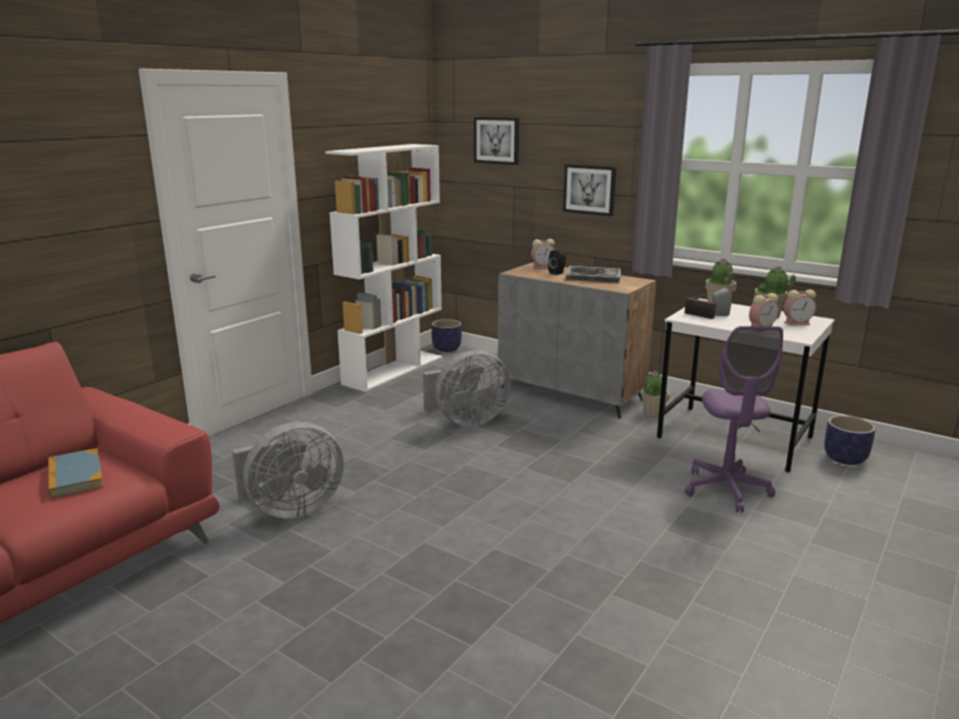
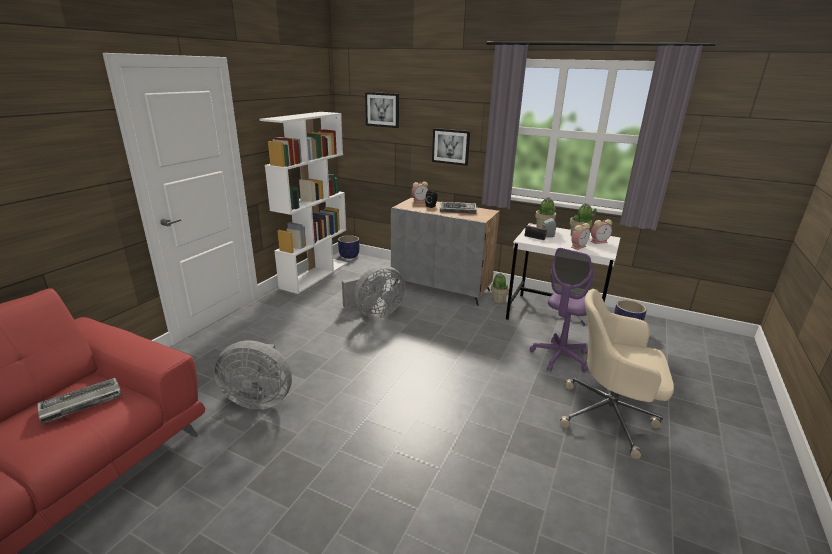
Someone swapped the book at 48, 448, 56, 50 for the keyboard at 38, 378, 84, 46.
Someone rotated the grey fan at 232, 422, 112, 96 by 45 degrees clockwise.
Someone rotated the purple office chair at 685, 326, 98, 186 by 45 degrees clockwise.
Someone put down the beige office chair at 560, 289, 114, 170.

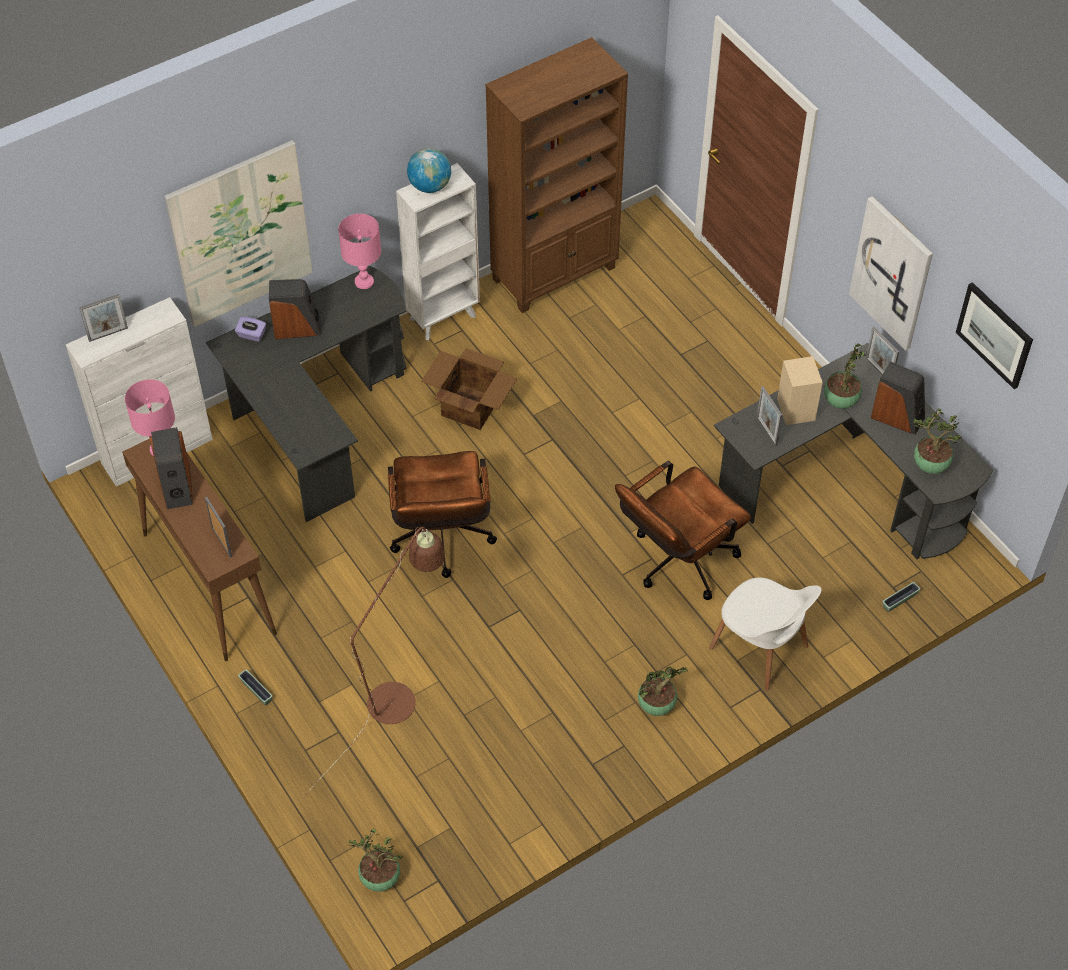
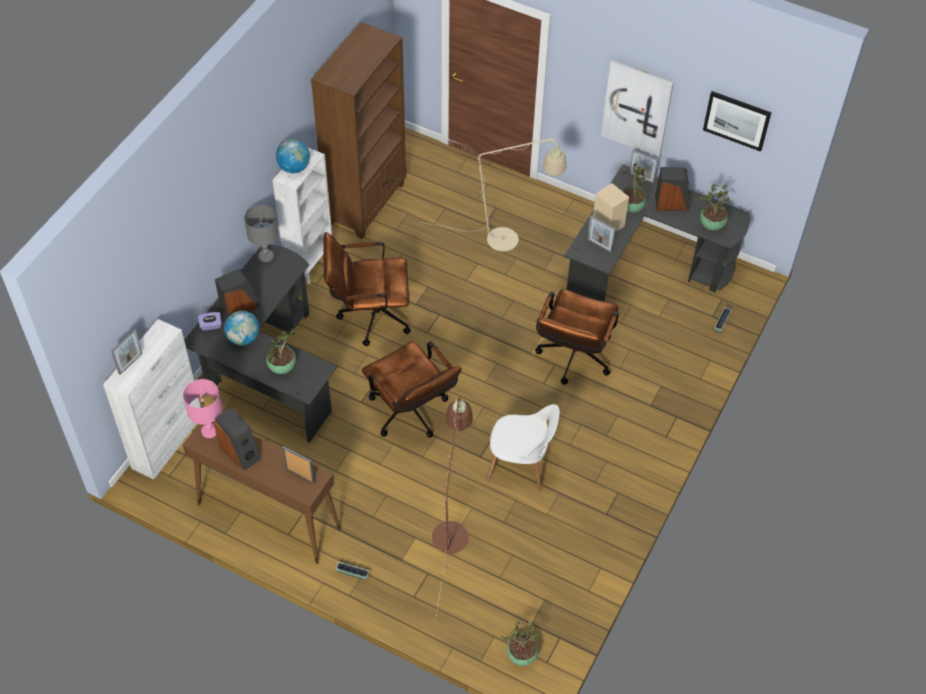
Someone put down the globe at 224, 311, 36, 35.
Someone repainted the pink table lamp at 338, 214, 43, 75, which became the grey table lamp at 244, 205, 34, 57.
Someone carried the potted plant from 638, 666, 50, 50 to 266, 328, 31, 46.
Someone swapped the cardboard box at 421, 348, 96, 82 for the brown office chair at 323, 232, 88, 114.
Someone put down the beige floor lamp at 421, 137, 146, 114.
Someone carried the white chair from 709, 578, 113, 113 to 486, 404, 74, 88.
Someone took away the picture at 164, 140, 149, 187.

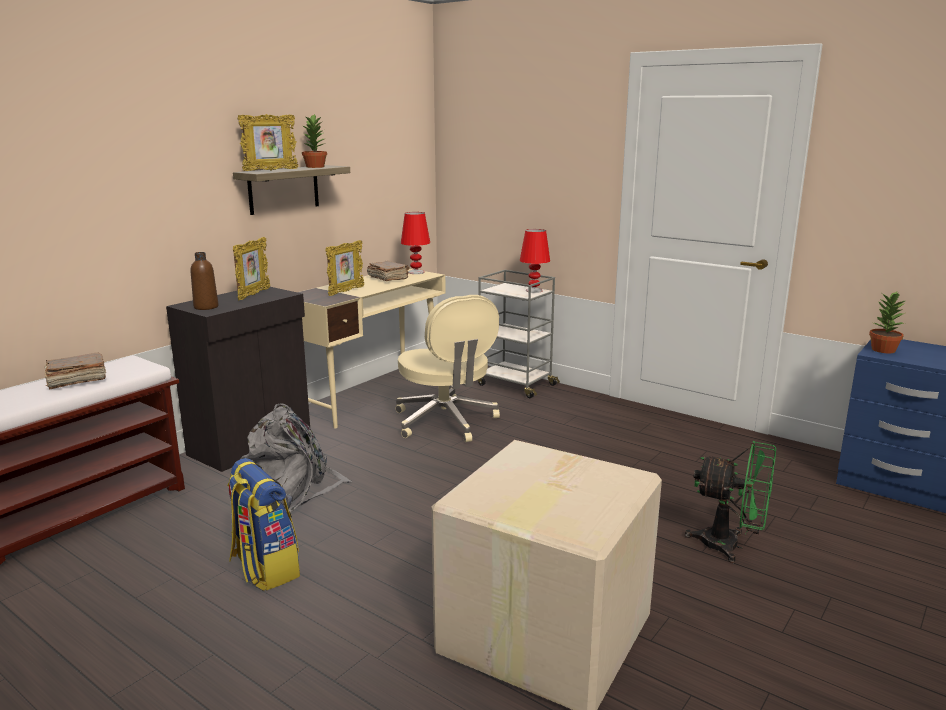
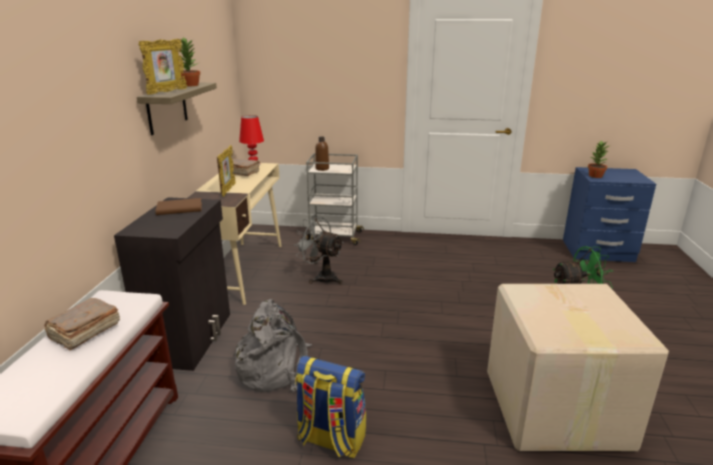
Someone swapped the picture frame at 233, 237, 37, 63 for the brown book at 155, 198, 47, 17.
Someone swapped the beige office chair at 395, 295, 105, 147 for the grey fan at 293, 216, 51, 68.
Someone carried the brown bottle from 191, 252, 28, 58 to 315, 137, 14, 34.
Someone took away the red table lamp at 520, 229, 30, 64.

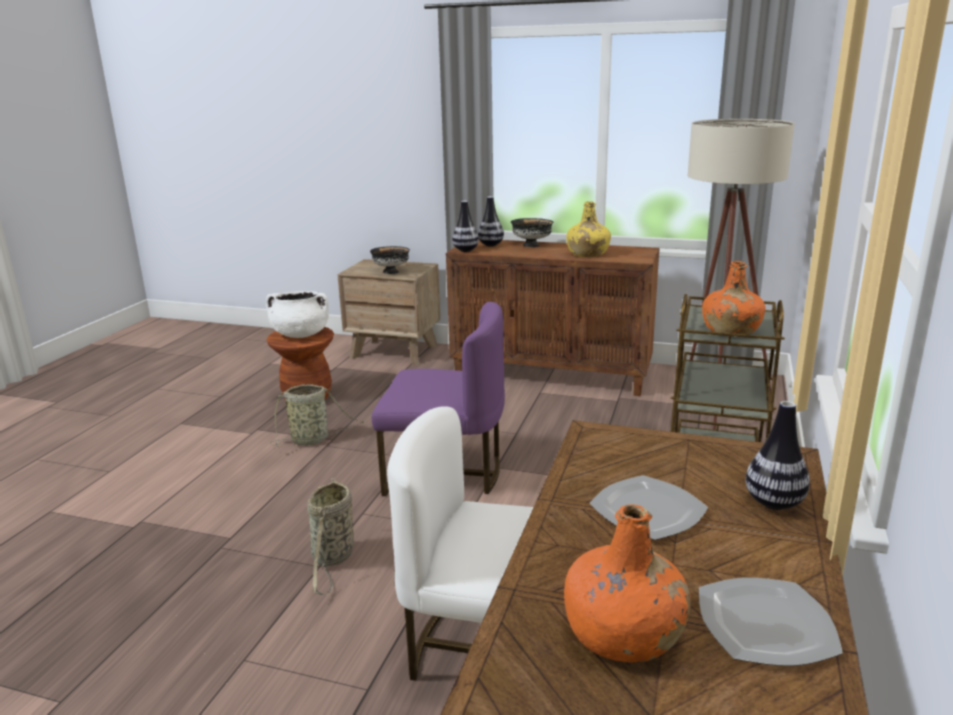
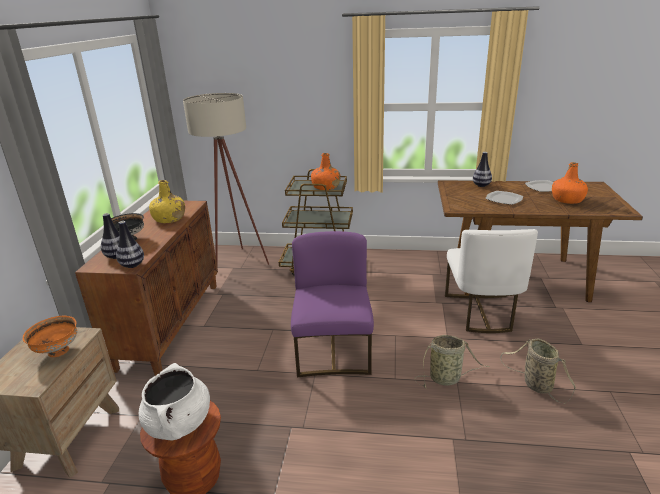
Someone repainted the black bowl at 370, 246, 40, 28, which became the orange bowl at 23, 316, 54, 41.
Someone carried the basket from 270, 384, 94, 63 to 500, 338, 76, 65.

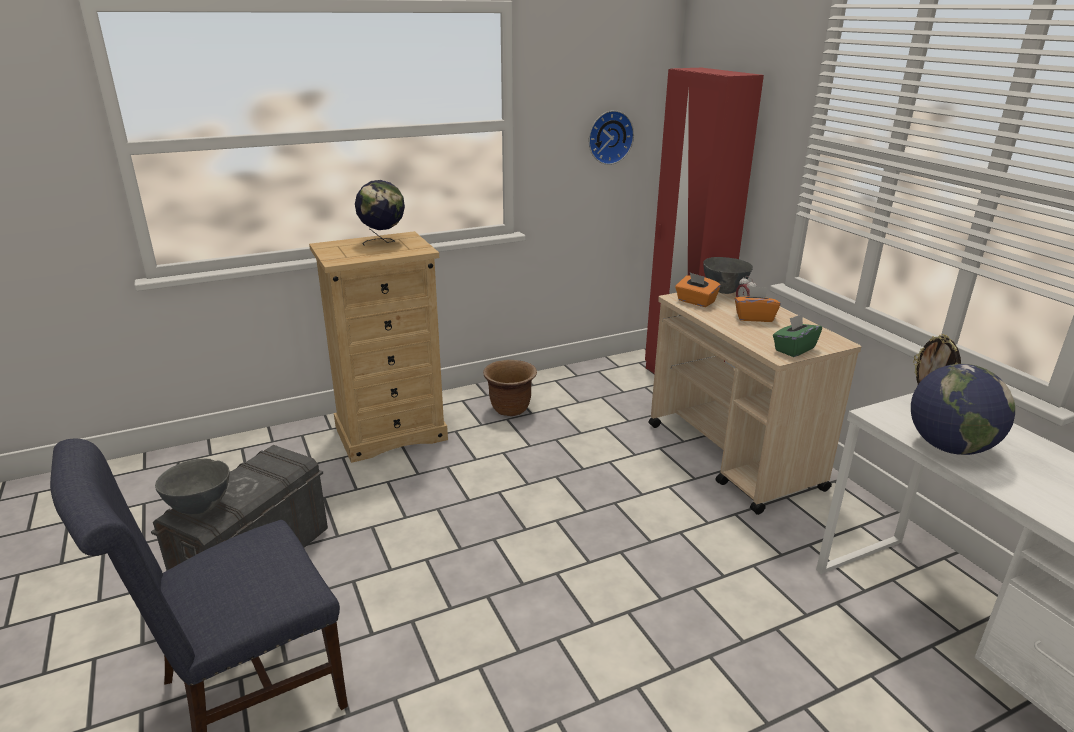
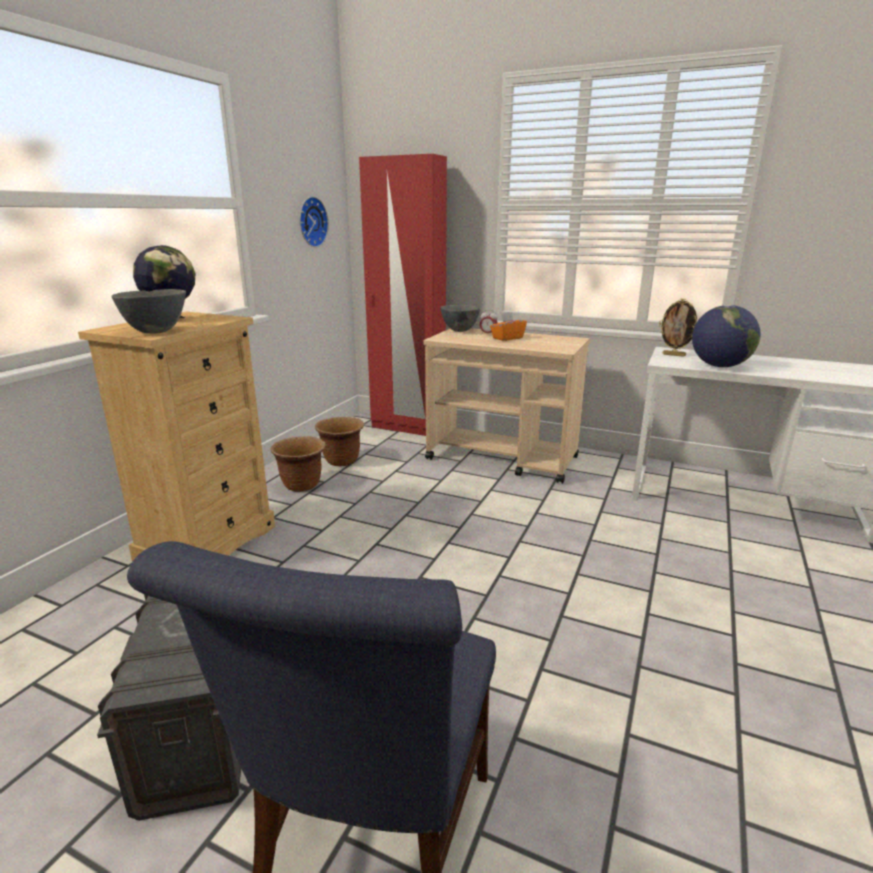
Someone carried the grey bowl from 155, 459, 75, 56 to 111, 289, 75, 44.
Someone put down the brown planter at 315, 417, 49, 49.
Someone took away the orange tissue box at 675, 273, 46, 34.
Someone took away the green tissue box at 773, 314, 49, 43.

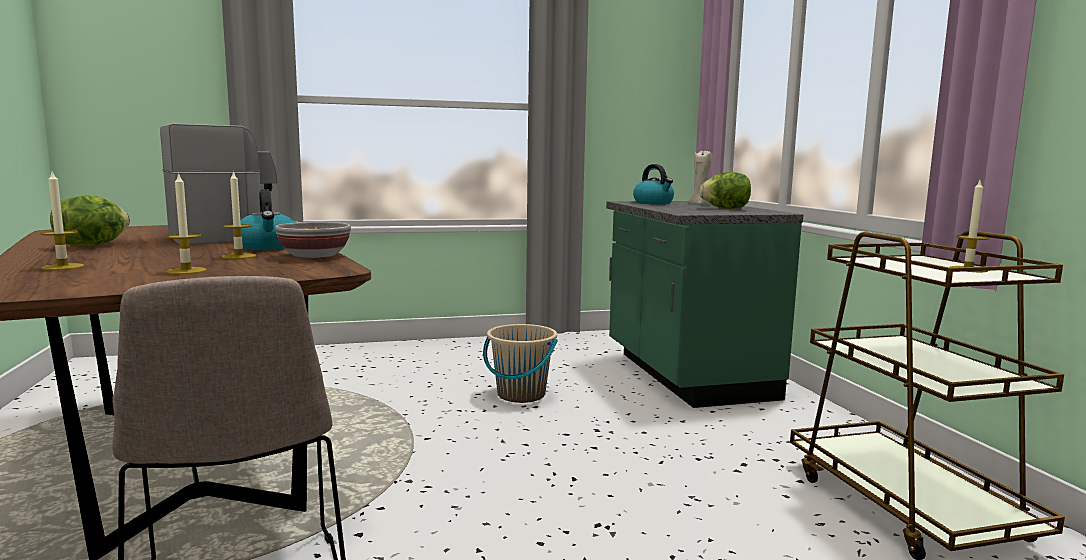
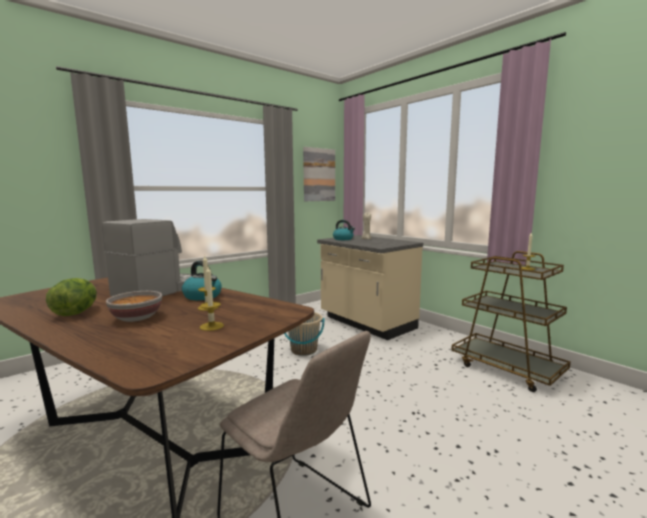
Someone carried the bowl from 275, 222, 76, 36 to 106, 291, 56, 31.
Someone put up the picture at 303, 147, 32, 54.
Someone repainted the green counter at 606, 201, 197, 207, which became the beige counter at 317, 235, 106, 105.
Someone took away the candle at 40, 171, 44, 99.
Someone took away the lettuce at 699, 172, 52, 37.

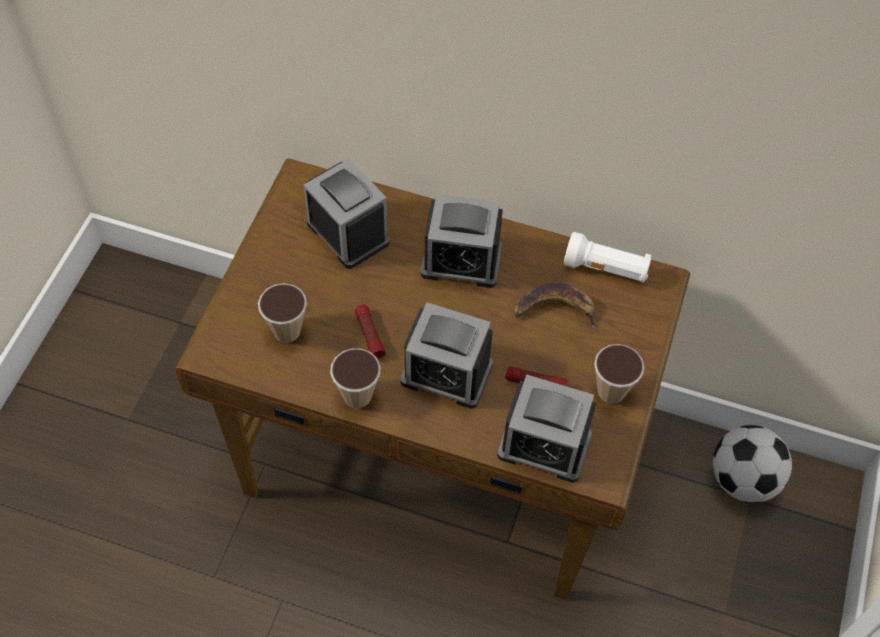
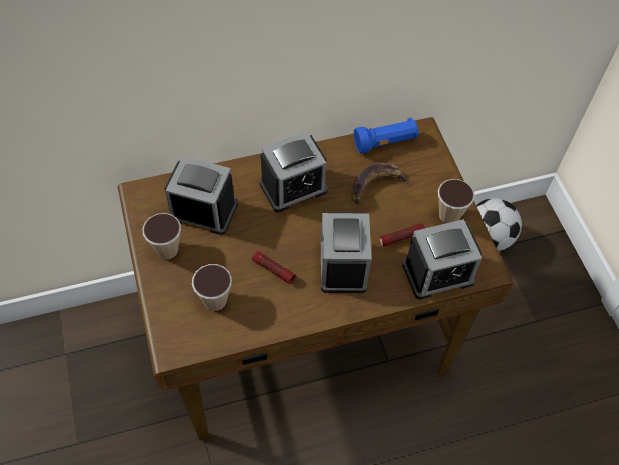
Someone carried the cup from 330, 348, 51, 60 to 142, 213, 39, 47.
Someone rotated the alarm clock at 400, 302, 93, 107 by 105 degrees clockwise.
Someone repainted the white flashlight at 564, 232, 87, 51, which became the blue flashlight at 354, 118, 65, 36.

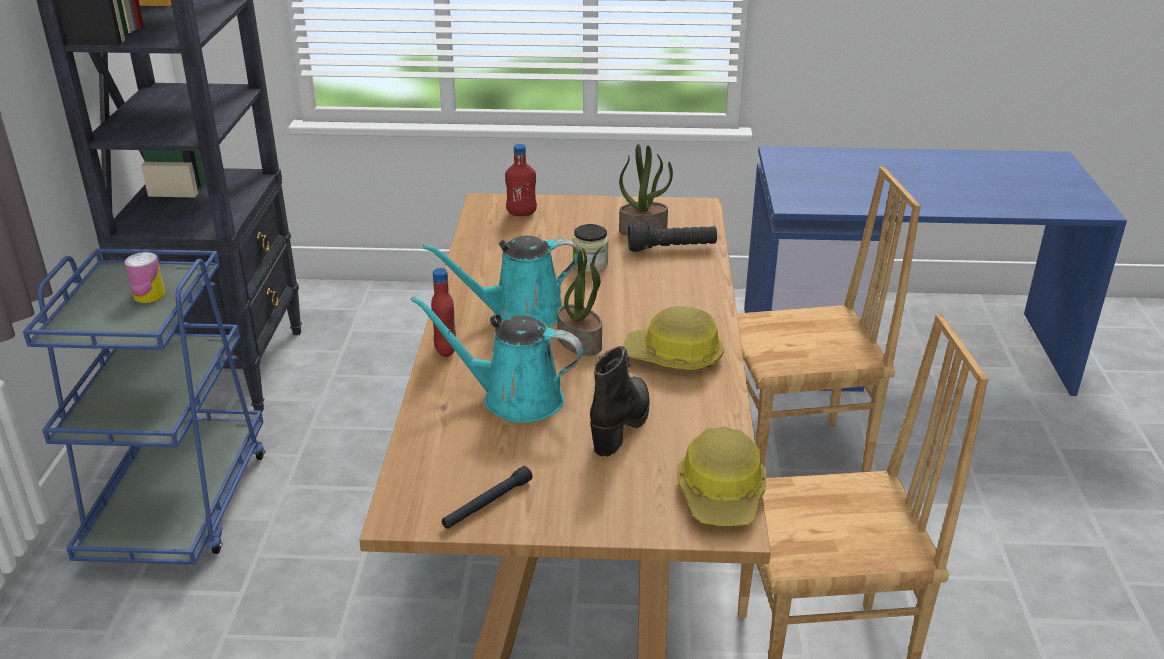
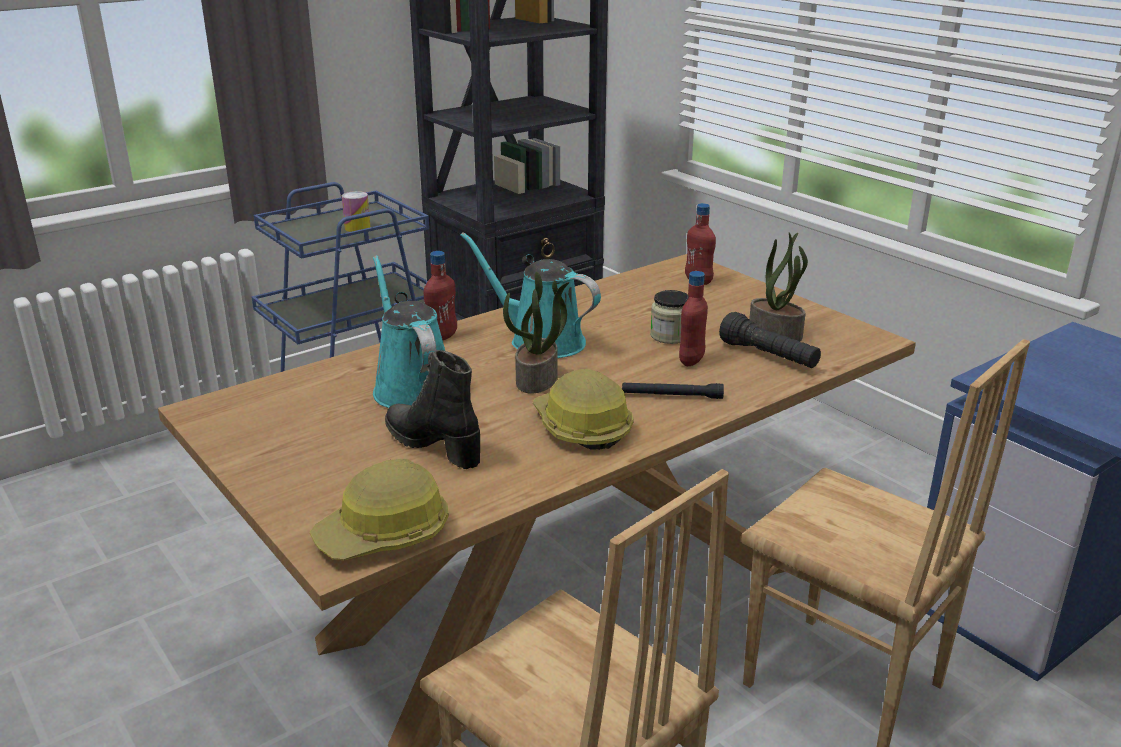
Someone rotated the black boot at 590, 346, 60, 111 by 120 degrees counterclockwise.
Someone carried the black flashlight from 442, 466, 91, 63 to 622, 382, 102, 17.
Someone put down the red bottle at 679, 271, 29, 95.

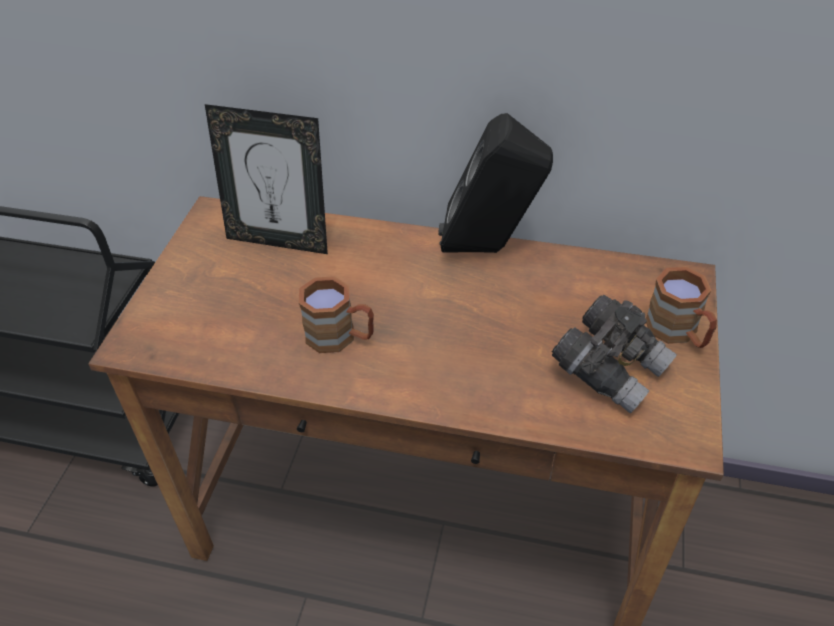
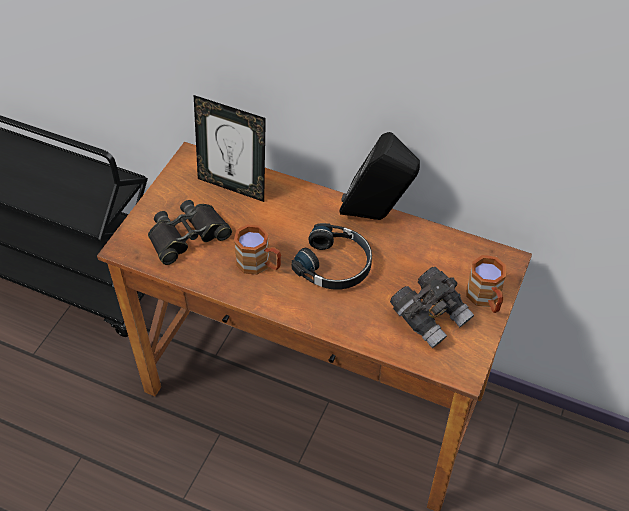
Someone put down the black binoculars at 148, 200, 84, 65.
Someone put down the black headphones at 292, 223, 80, 67.

